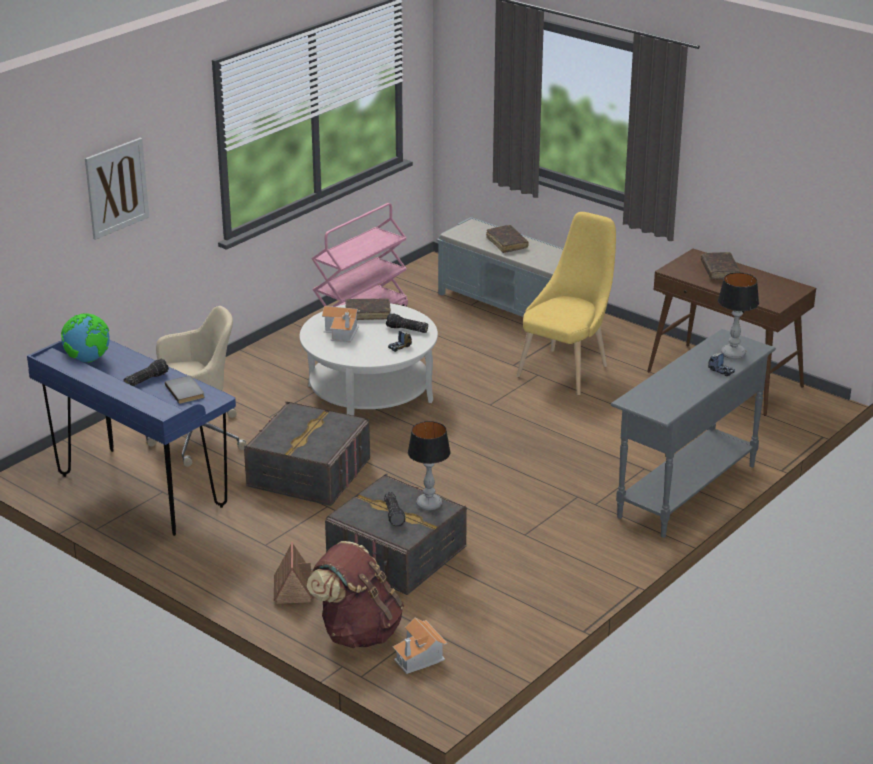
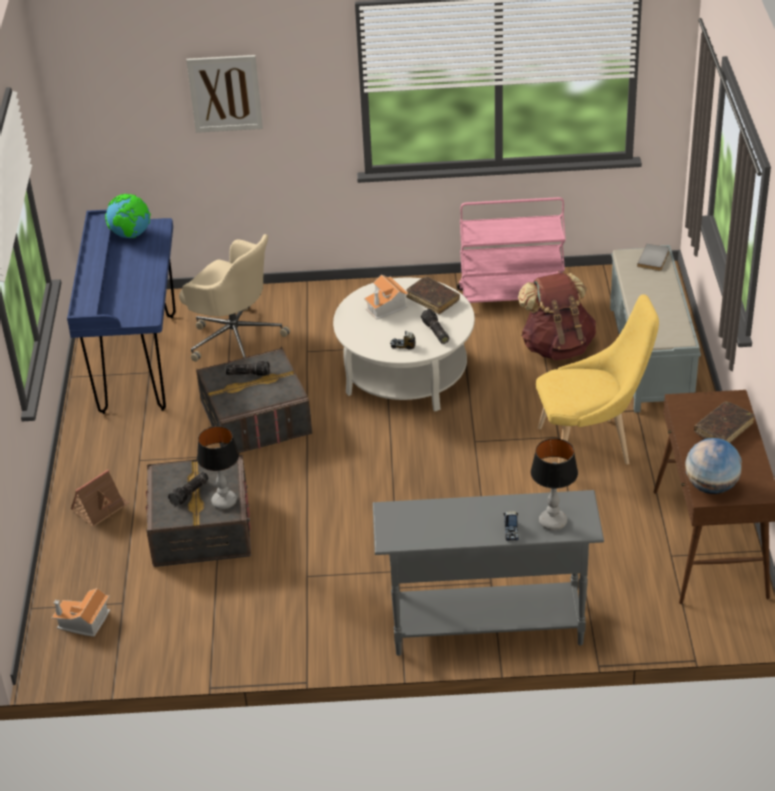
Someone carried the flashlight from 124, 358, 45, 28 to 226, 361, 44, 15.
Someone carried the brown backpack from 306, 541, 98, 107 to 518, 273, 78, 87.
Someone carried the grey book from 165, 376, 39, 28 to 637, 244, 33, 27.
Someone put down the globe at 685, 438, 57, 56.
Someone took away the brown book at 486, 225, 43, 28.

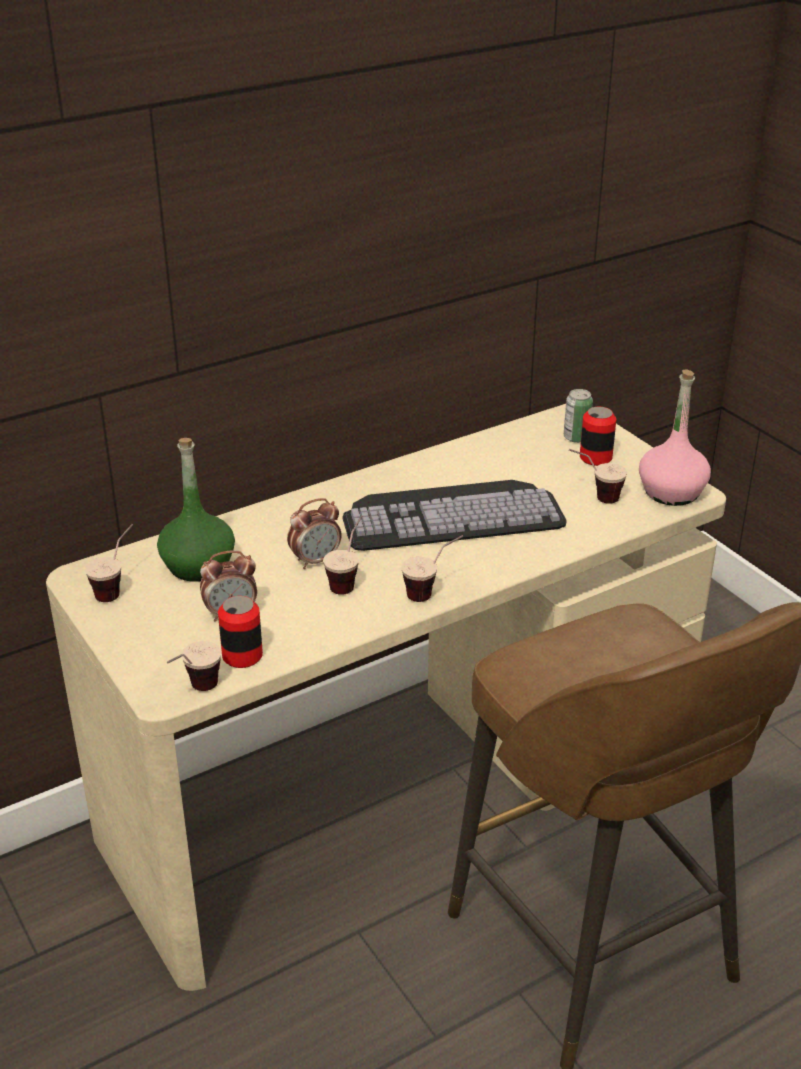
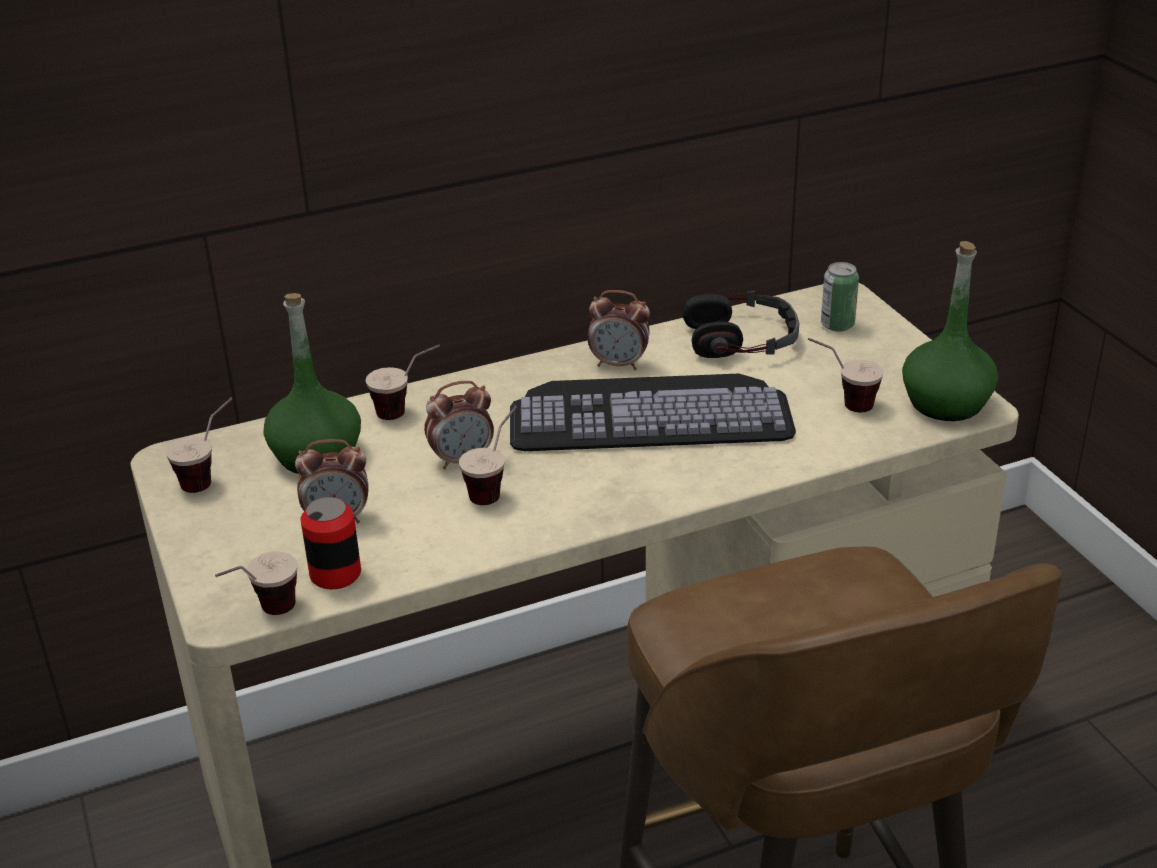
Someone carried the cup from 401, 535, 62, 67 to 366, 345, 74, 75.
Someone put down the alarm clock at 588, 290, 62, 80.
Someone put down the headphones at 682, 291, 117, 67.
Someone repainted the pink bottle at 639, 369, 72, 137, which became the green bottle at 902, 241, 96, 180.
Someone took away the can at 580, 407, 36, 59.

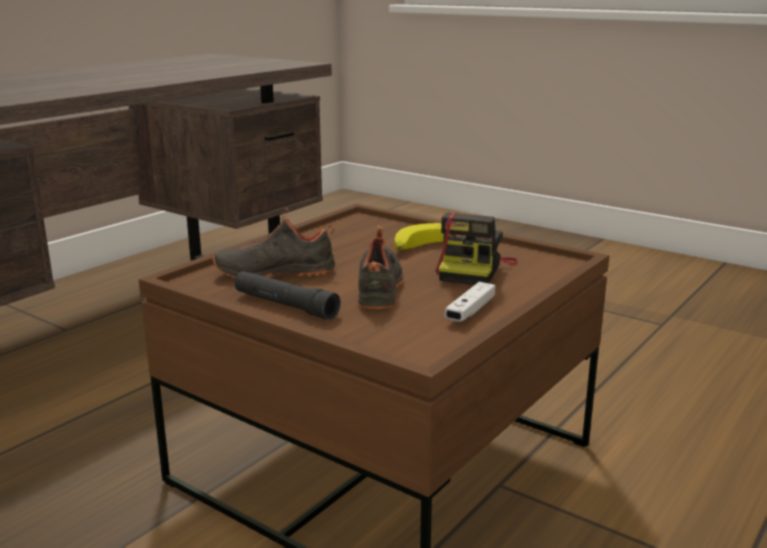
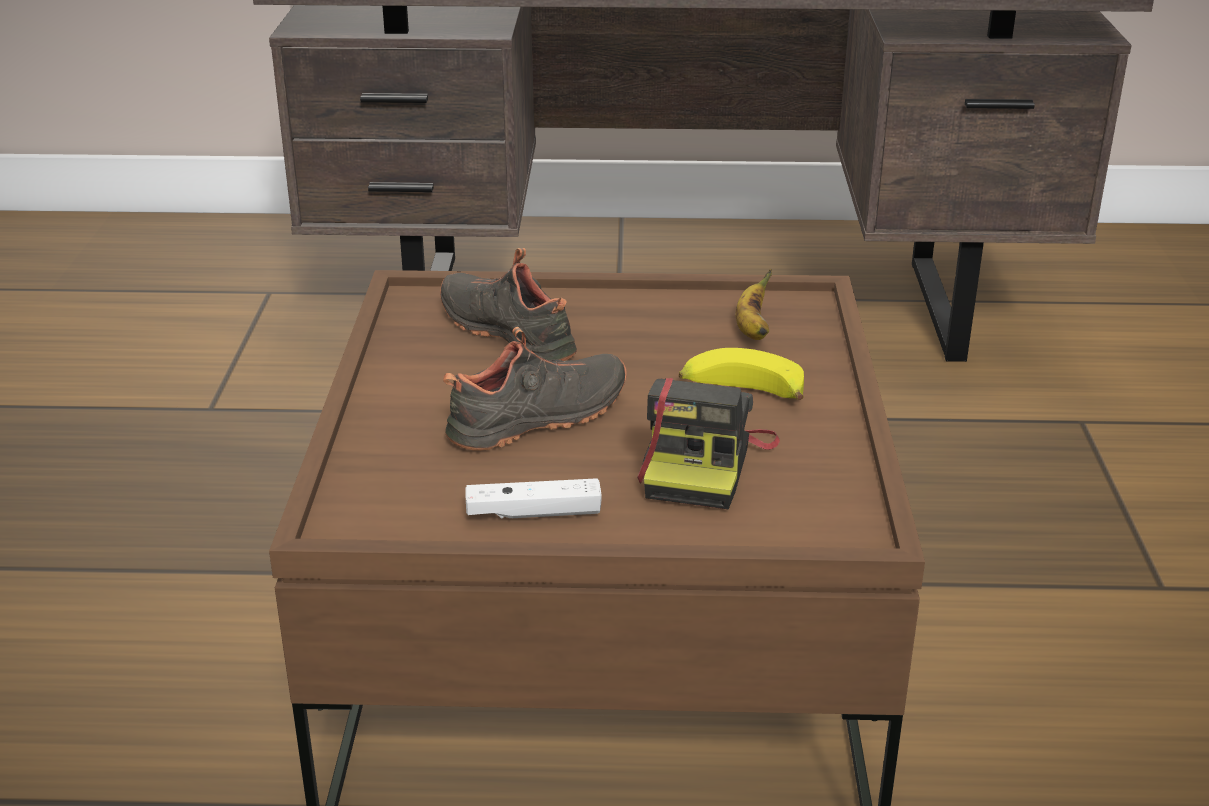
Someone rotated the photo camera at 436, 212, 82, 73 by 60 degrees counterclockwise.
Someone put down the banana at 736, 269, 36, 71.
Someone took away the black flashlight at 235, 271, 106, 49.

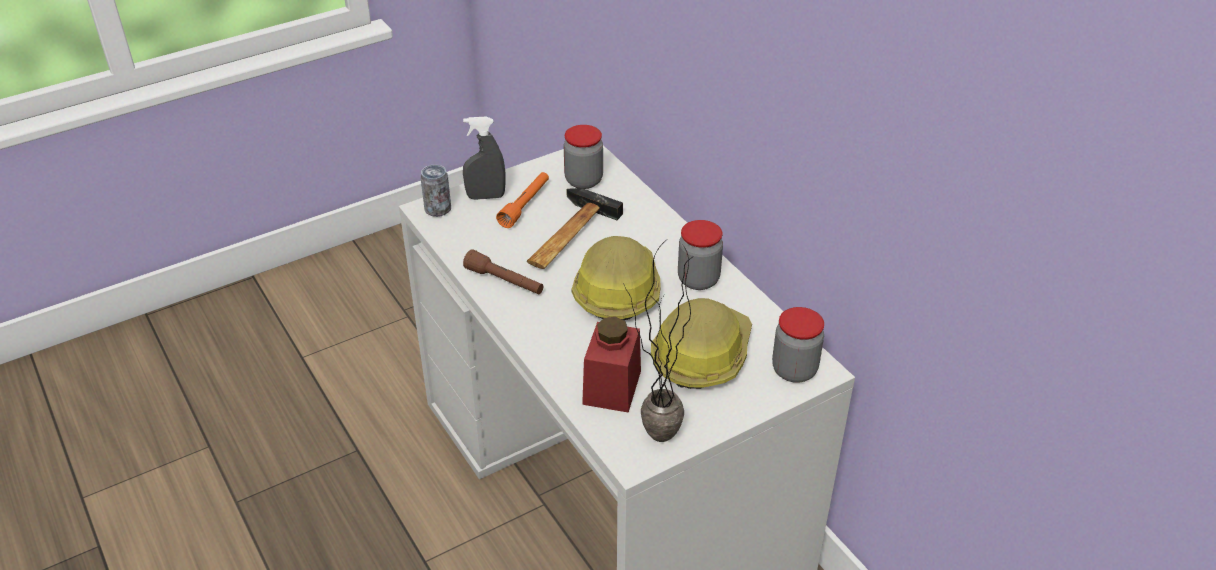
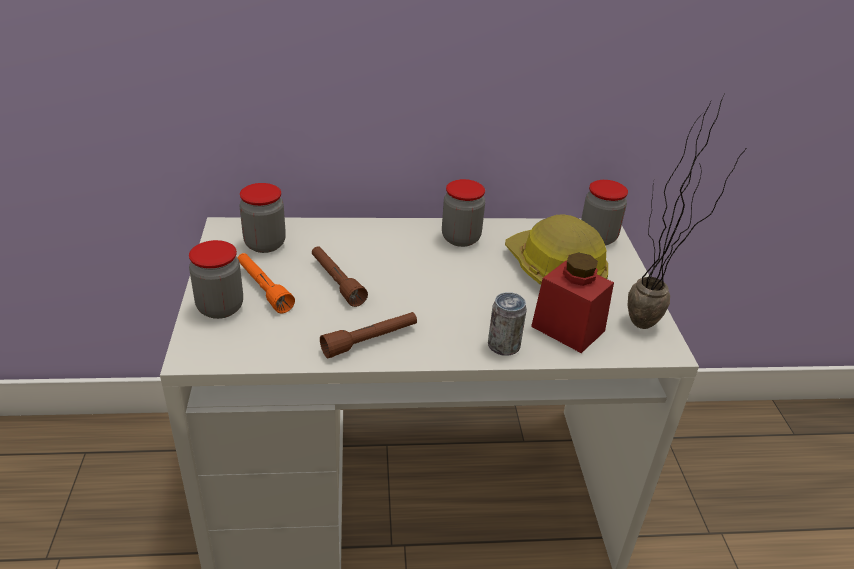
Someone swapped the grey spray bottle at 463, 116, 43, 84 for the jar at 189, 240, 54, 79.
Someone swapped the hammer at 527, 188, 96, 81 for the brown flashlight at 312, 246, 56, 61.
Someone carried the can from 421, 165, 30, 52 to 488, 292, 39, 64.
Someone took away the hard hat at 572, 236, 89, 84.

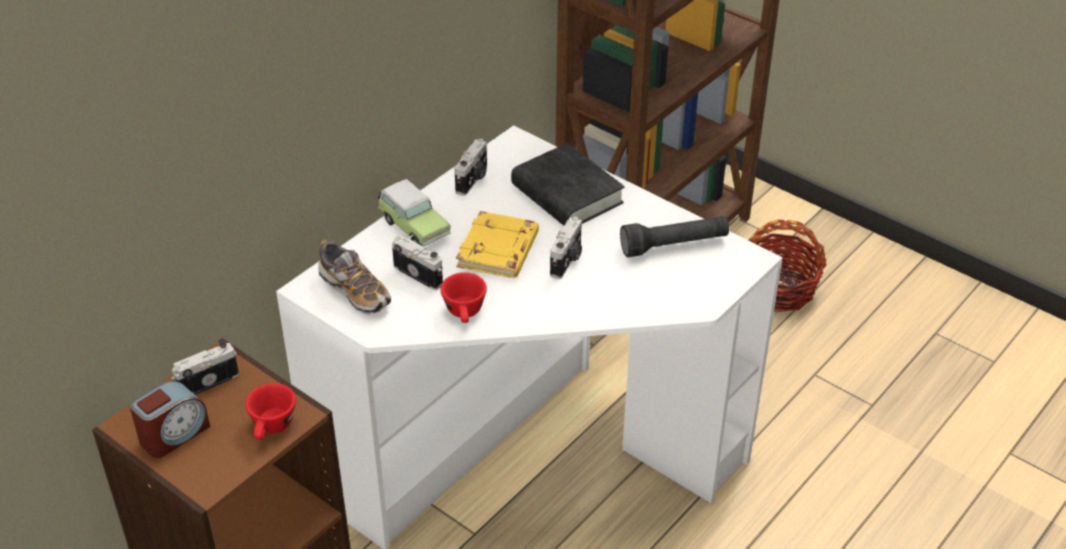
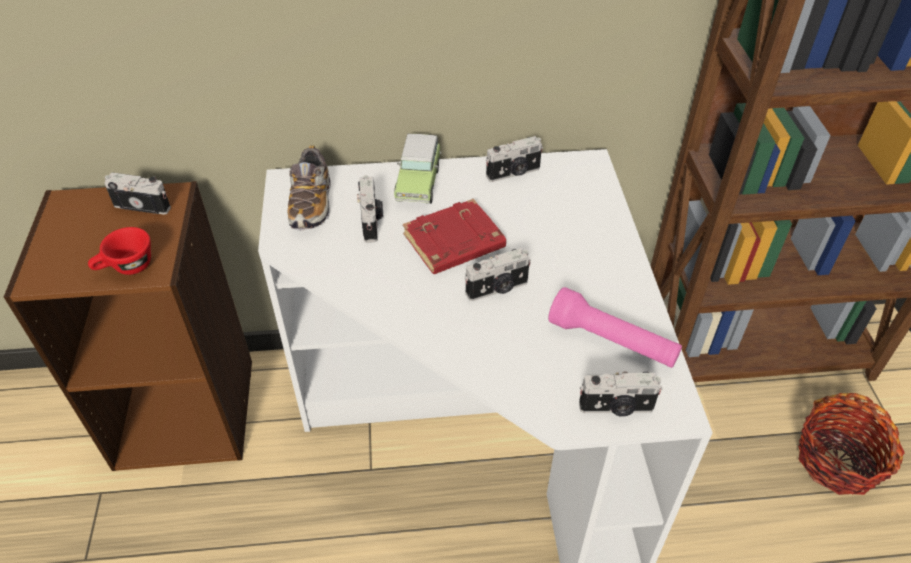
Someone repainted the yellow book at 456, 211, 83, 67, which became the red book at 403, 199, 103, 75.
Someone repainted the black flashlight at 620, 216, 109, 41, which became the pink flashlight at 548, 287, 134, 81.
Someone put down the photo camera at 579, 371, 83, 46.
Someone took away the alarm clock at 129, 381, 81, 77.
Someone took away the red cup at 440, 272, 47, 51.
Someone took away the black book at 511, 143, 114, 83.

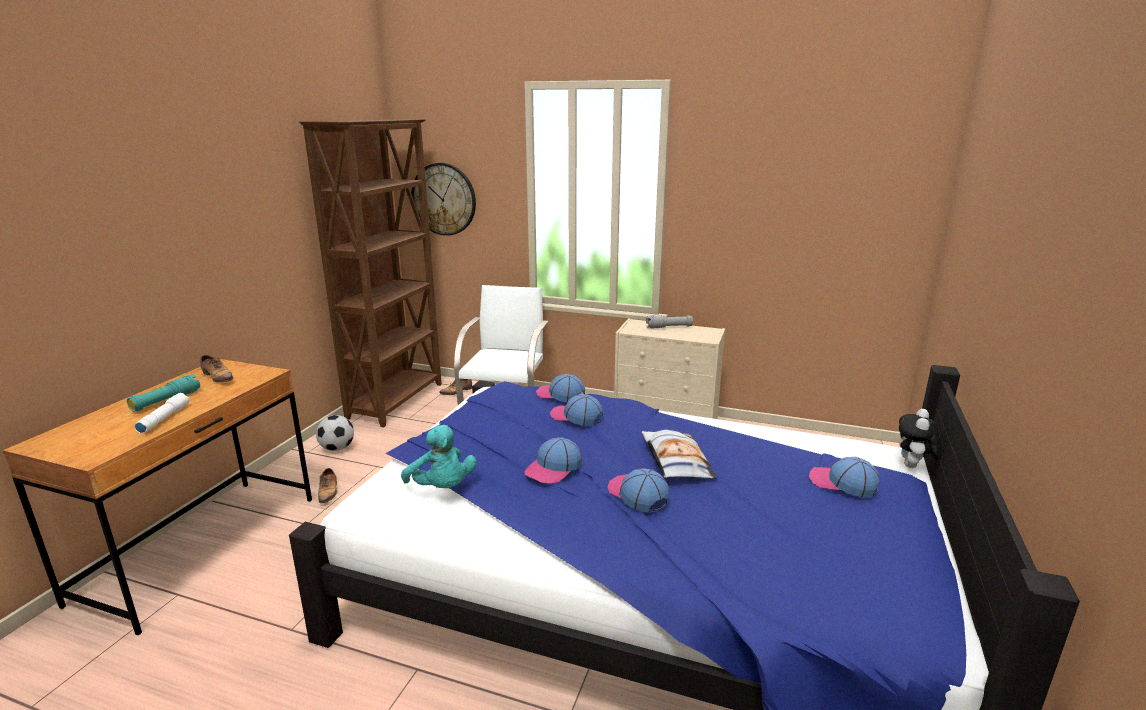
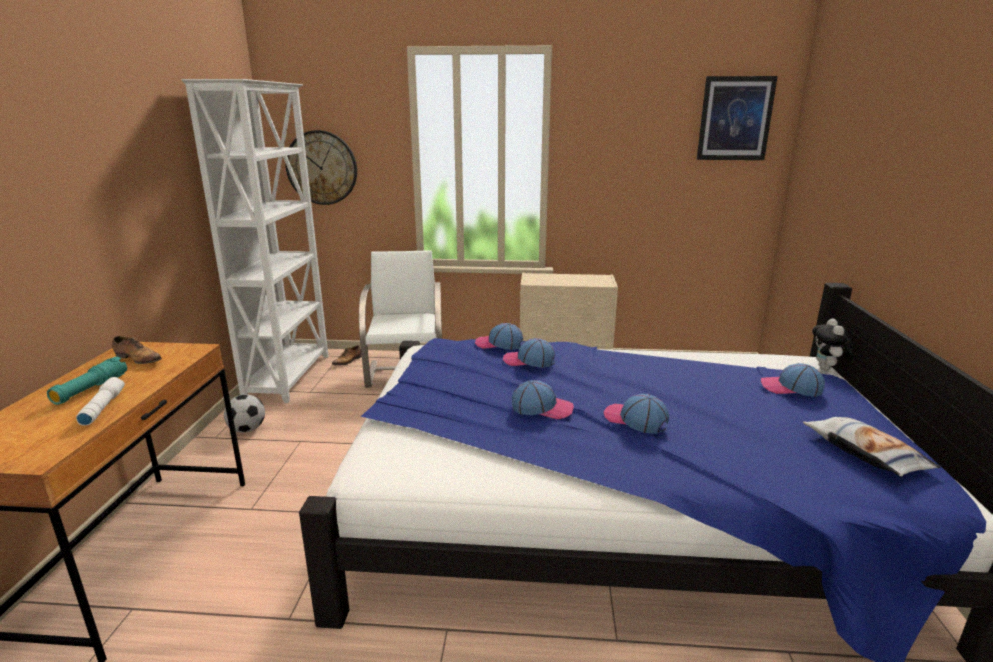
Someone repainted the brown bookcase at 299, 119, 143, 308, which became the white bookcase at 181, 79, 148, 324.
Someone rotated the cap at 524, 437, 58, 47 by 105 degrees counterclockwise.
Someone put up the picture at 697, 76, 81, 84.
Someone carried the pillow from 642, 430, 75, 49 to 803, 417, 138, 60.
Someone took away the shoe at 318, 468, 19, 35.
Someone took away the turquoise plush toy at 401, 425, 76, 63.
Someone took away the grey flashlight at 646, 315, 47, 14.

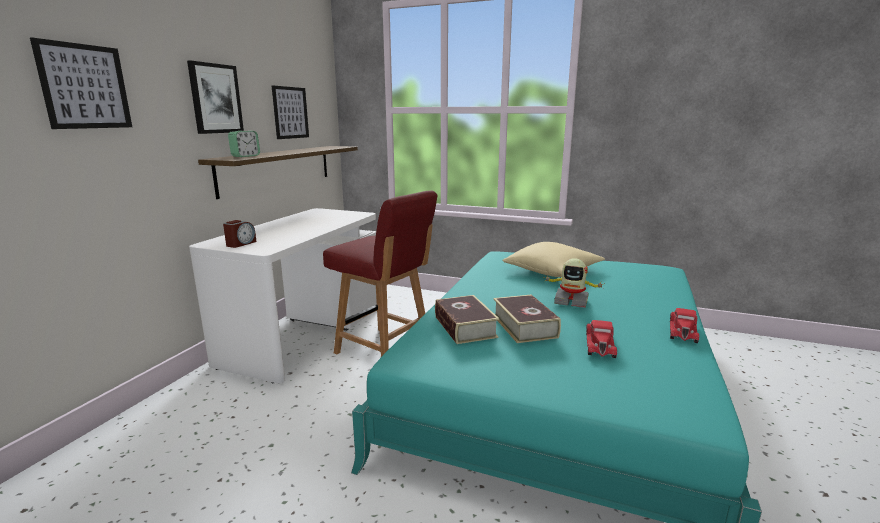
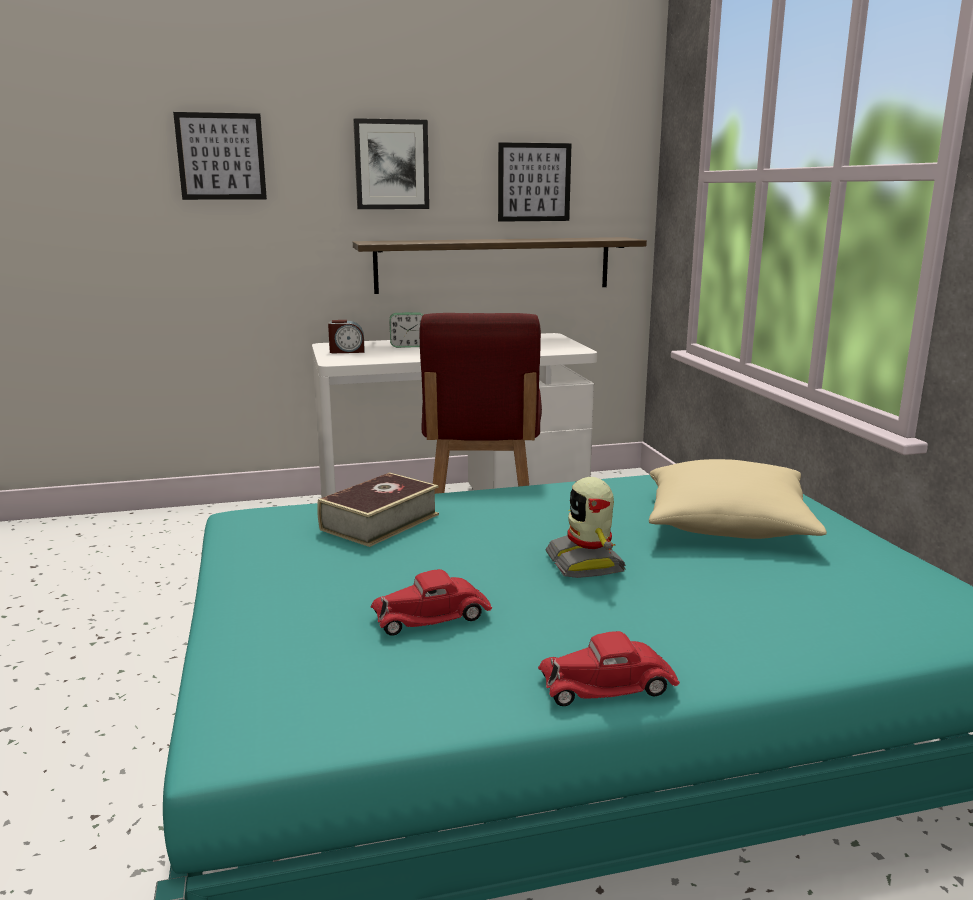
Someone carried the alarm clock from 228, 131, 32, 26 to 389, 312, 34, 36.
Someone took away the book at 494, 294, 67, 49.

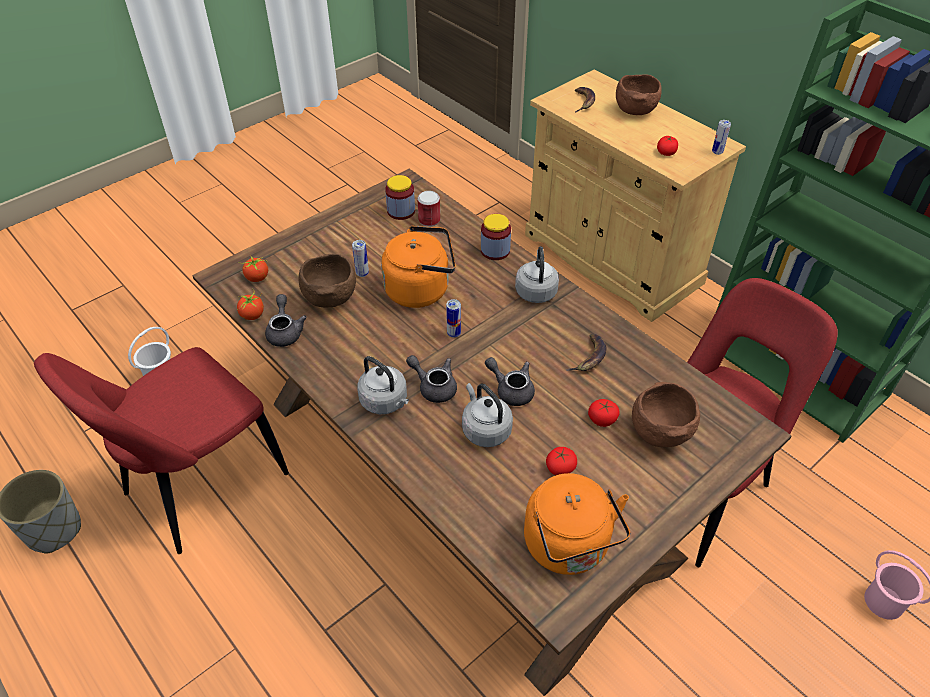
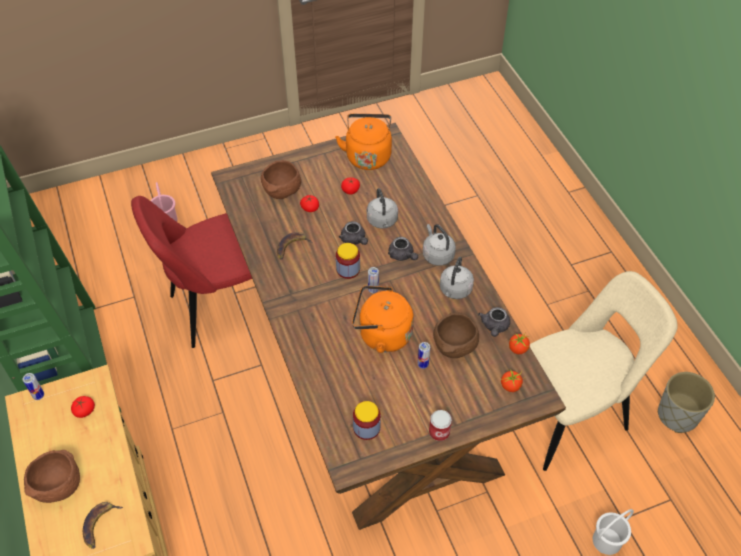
Someone carried the jar from 481, 214, 30, 46 to 336, 243, 24, 36.
Someone carried the can from 417, 191, 23, 36 to 429, 410, 23, 31.
Someone carried the grey kettle from 515, 246, 44, 57 to 440, 257, 34, 42.
Someone repainted the red chair at 34, 347, 255, 207, which became the beige chair at 530, 271, 148, 200.

